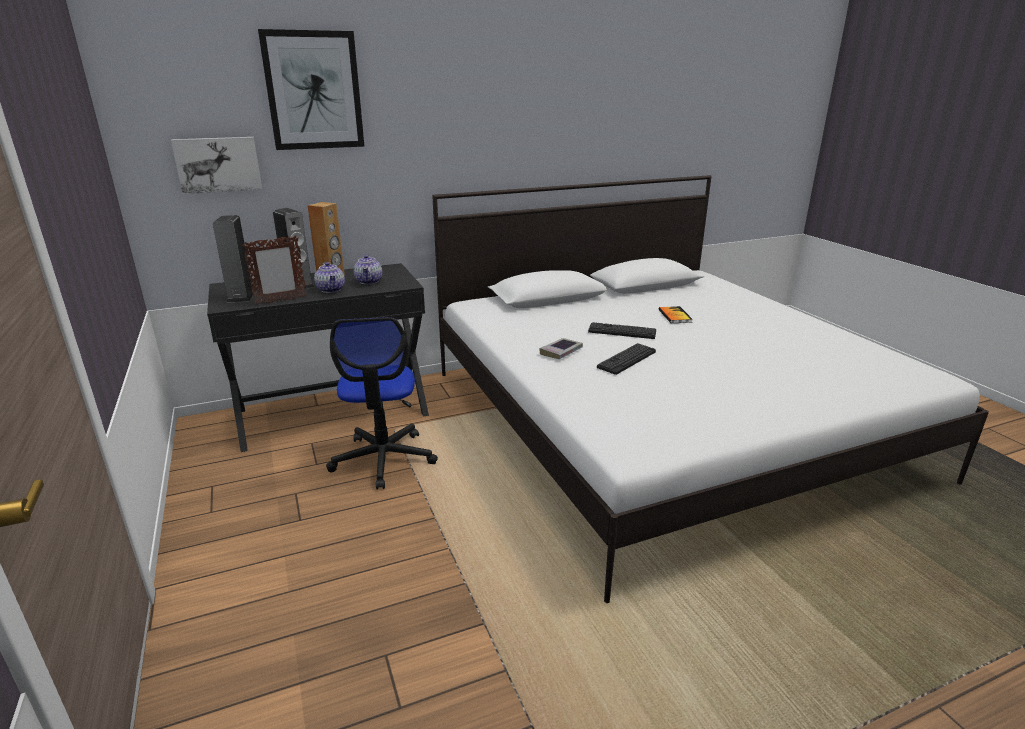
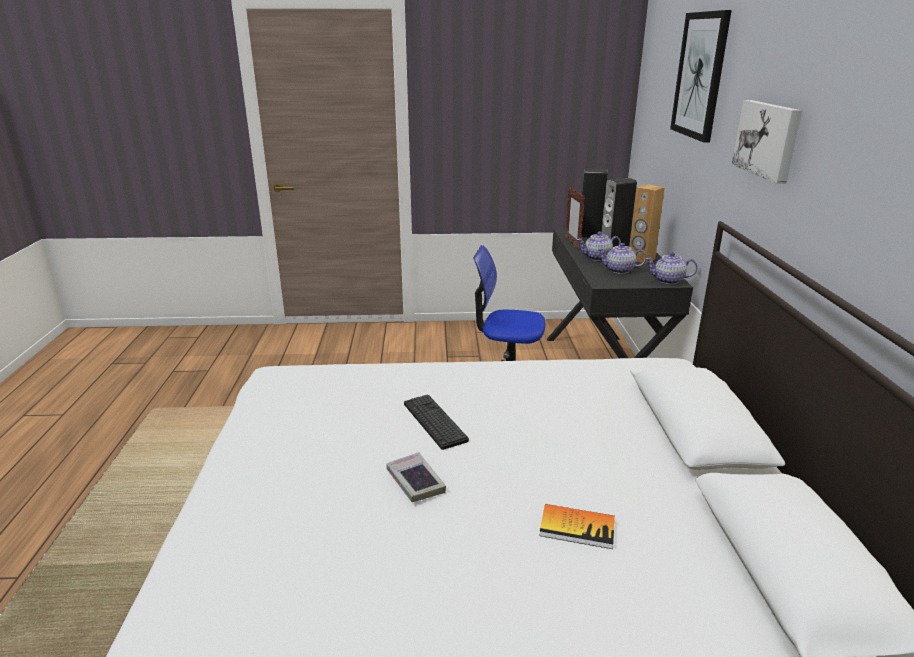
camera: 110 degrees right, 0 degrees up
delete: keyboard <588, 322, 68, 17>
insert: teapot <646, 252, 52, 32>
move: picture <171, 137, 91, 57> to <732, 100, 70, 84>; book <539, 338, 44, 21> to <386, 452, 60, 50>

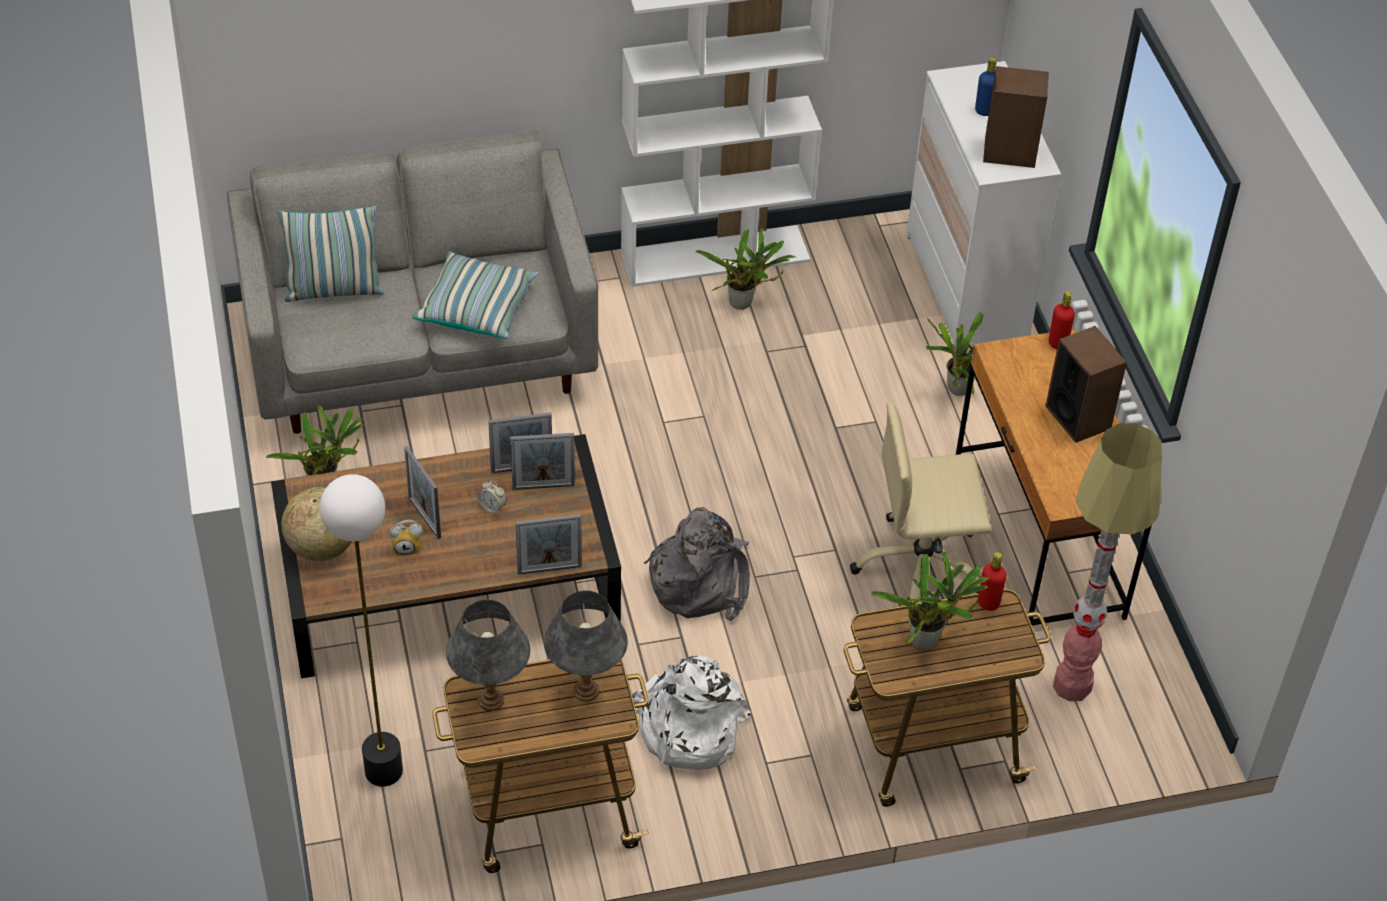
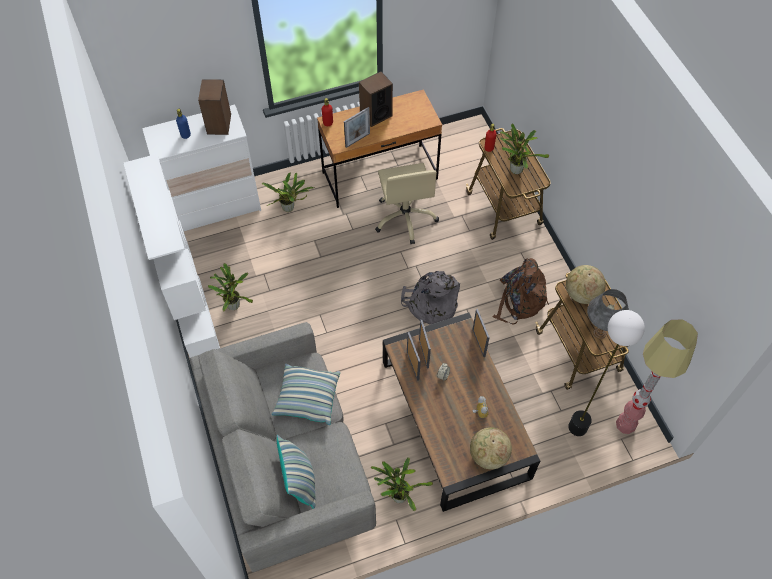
camera: 95 degrees left, 10 degrees up
move: picture frame <404, 446, 37, 93> to <344, 107, 26, 41>; floor lamp <1053, 423, 109, 278> to <616, 319, 82, 115>
replace: grey table lamp <544, 590, 84, 112> to globe <566, 265, 40, 39>
recolor: white backpack <632, 656, 119, 114> to brown backpack <493, 258, 56, 67>

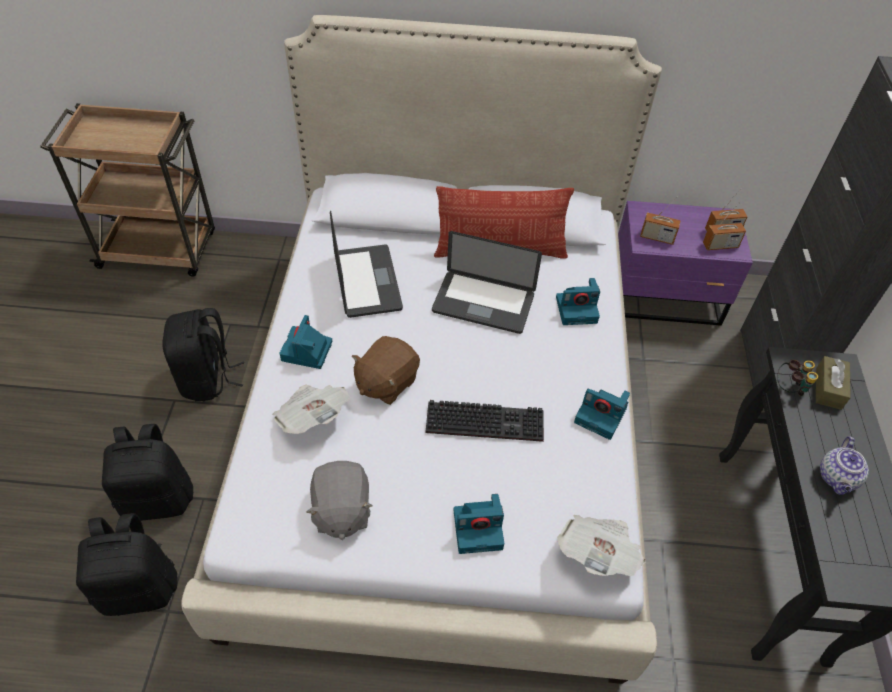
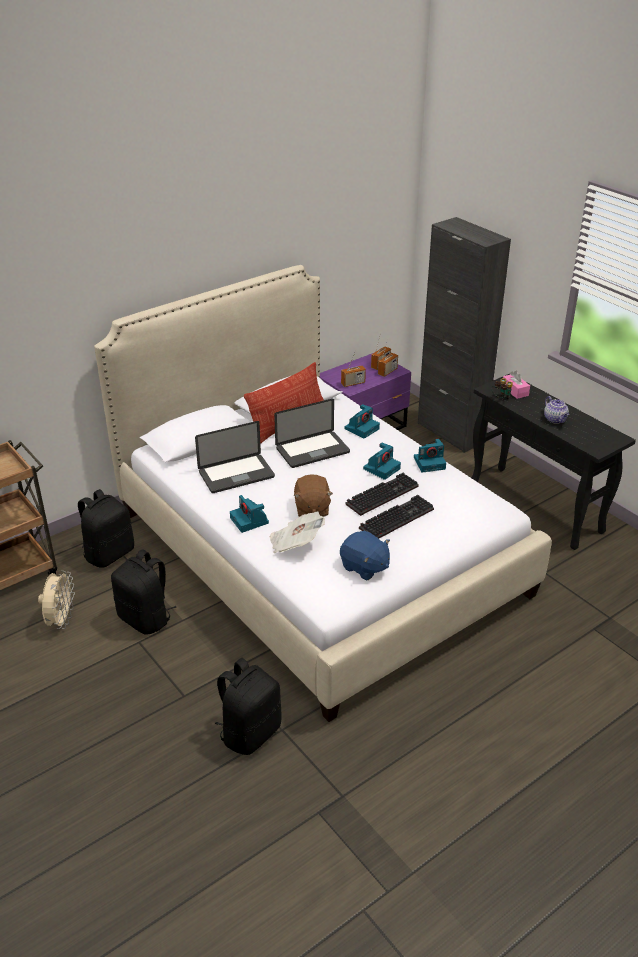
camera: 40 degrees left, 15 degrees down
delete: newspaper <557, 515, 88, 61>
insert: beige fan <38, 571, 37, 58>; keyboard <359, 495, 75, 44>
move: black backpack <102, 424, 91, 97> to <78, 489, 56, 79>; photo camera <454, 494, 50, 60> to <363, 443, 38, 37>
recolor: grey plush toy <306, 461, 67, 79> to blue plush toy <340, 530, 50, 51>; brown tissue box <816, 356, 35, 54> to pink tissue box <503, 371, 27, 28>
rotate: laptop <330, 211, 73, 107> = <195, 421, 80, 72> 120 degrees clockwise

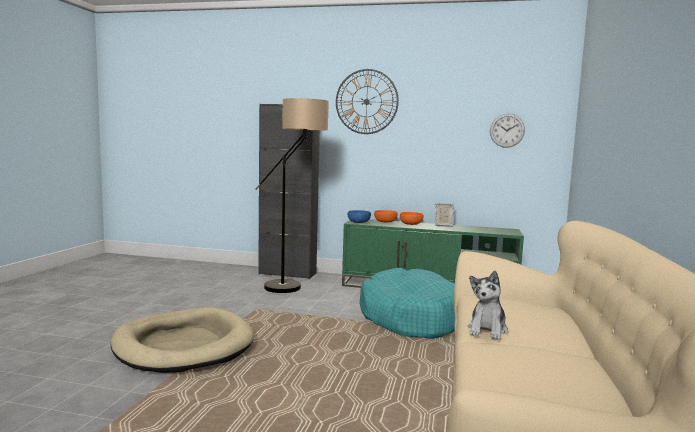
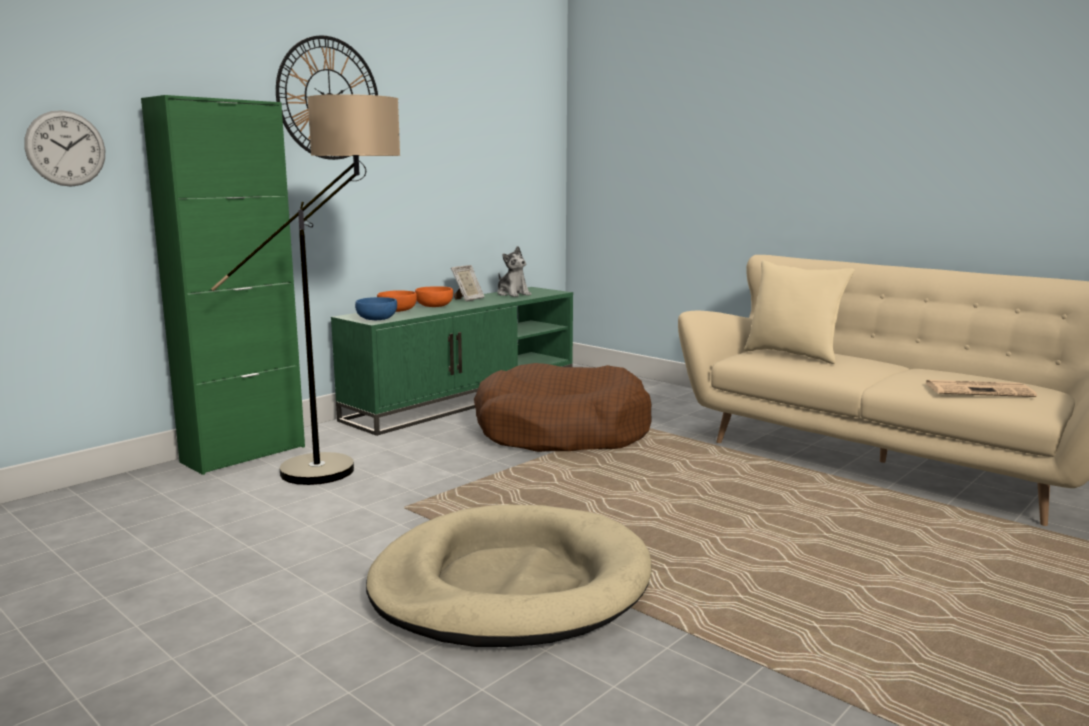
camera: 60 degrees left, 5 degrees up
insert: beige pillow <744, 260, 110, 104>; newspaper <926, 380, 111, 17>
move: plush toy <468, 271, 40, 69> to <497, 246, 34, 51>; wall clock <490, 114, 35, 34> to <24, 110, 81, 77>
recolor: black cabinet <258, 104, 62, 175> to green cabinet <141, 95, 164, 380>; turquoise dog bed <360, 268, 95, 71> to brown dog bed <474, 363, 178, 89>

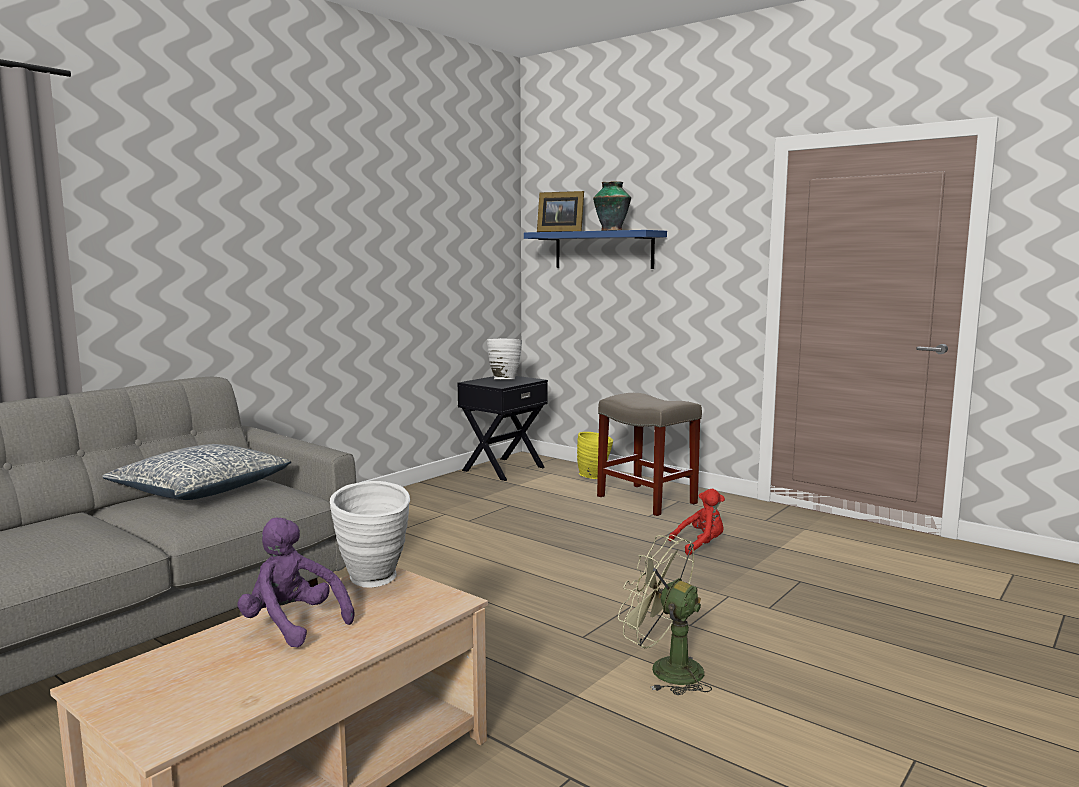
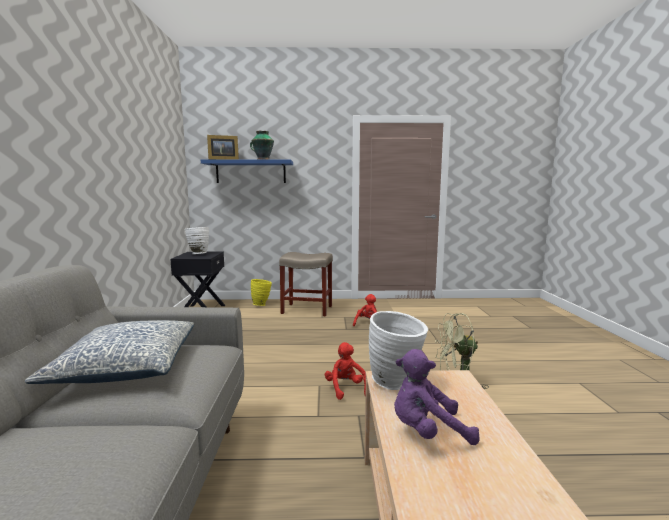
camera: 40 degrees left, 0 degrees up
insert: red plush toy <325, 342, 41, 58>

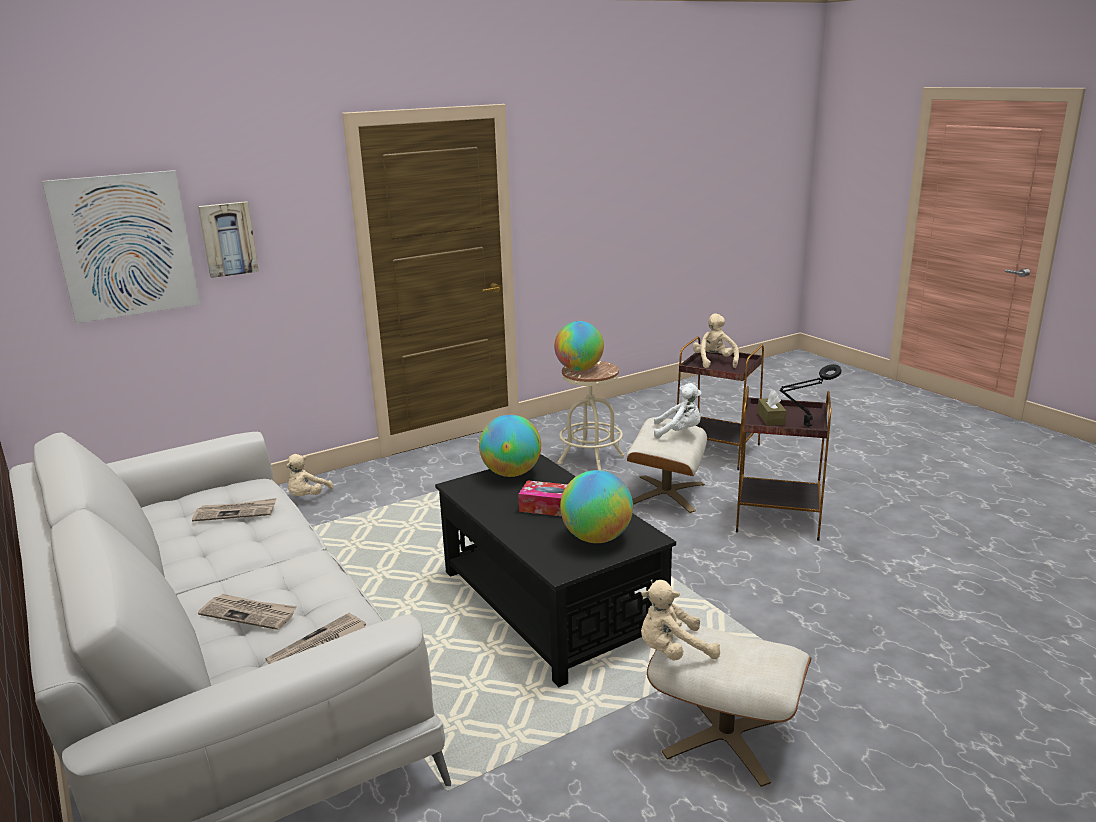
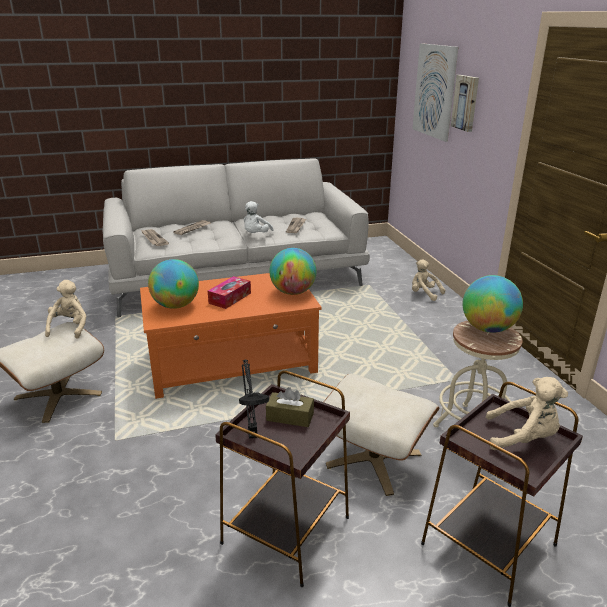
camera: 105 degrees right, 5 degrees up
move: white plush toy <654, 383, 47, 55> to <243, 201, 31, 32>
recolor: black coffee table <435, 454, 241, 233> to orange coffee table <140, 273, 182, 126>

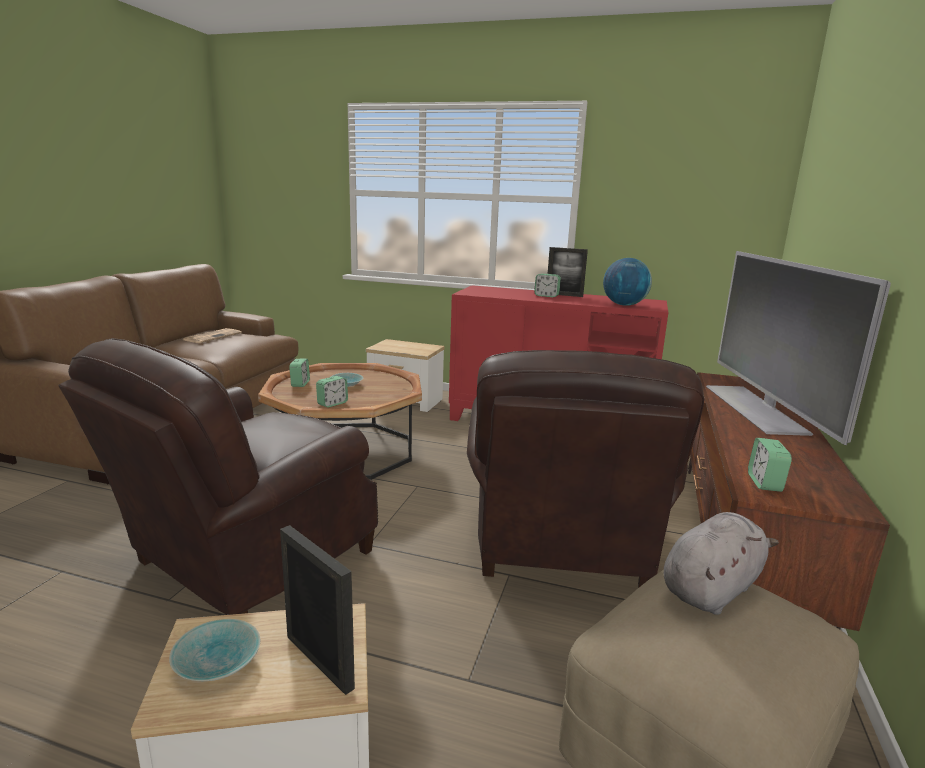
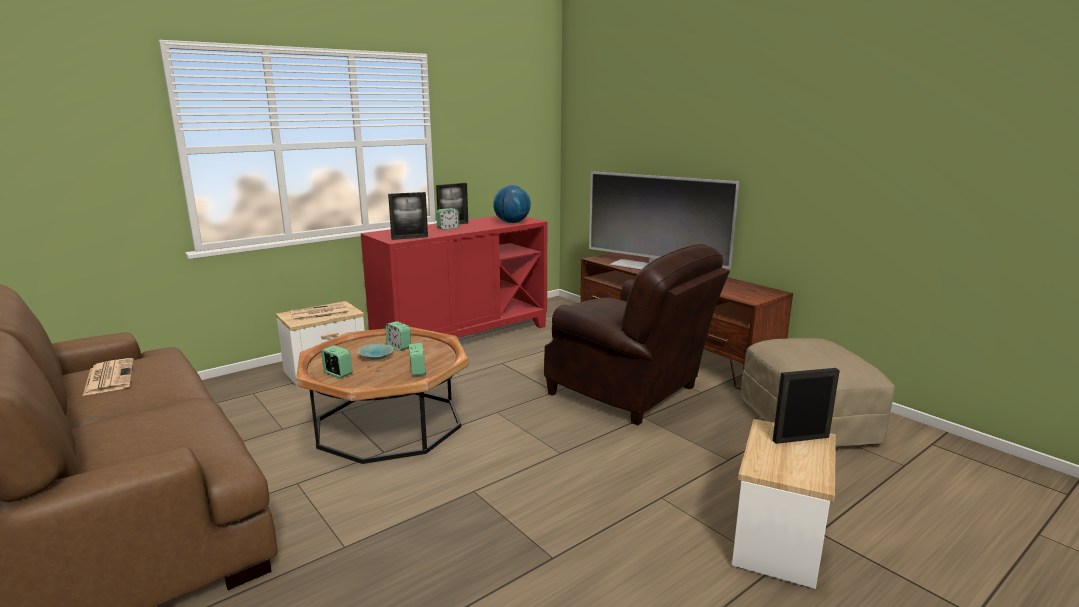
camera: 55 degrees left, 0 degrees up
delete: brown armchair <58, 338, 320, 277>; turquoise bowl <169, 619, 91, 62>; grey plush toy <664, 512, 115, 103>
insert: newspaper <290, 303, 60, 18>; picture frame <388, 192, 40, 48>
move: alarm clock <748, 438, 44, 54> to <386, 321, 25, 30>

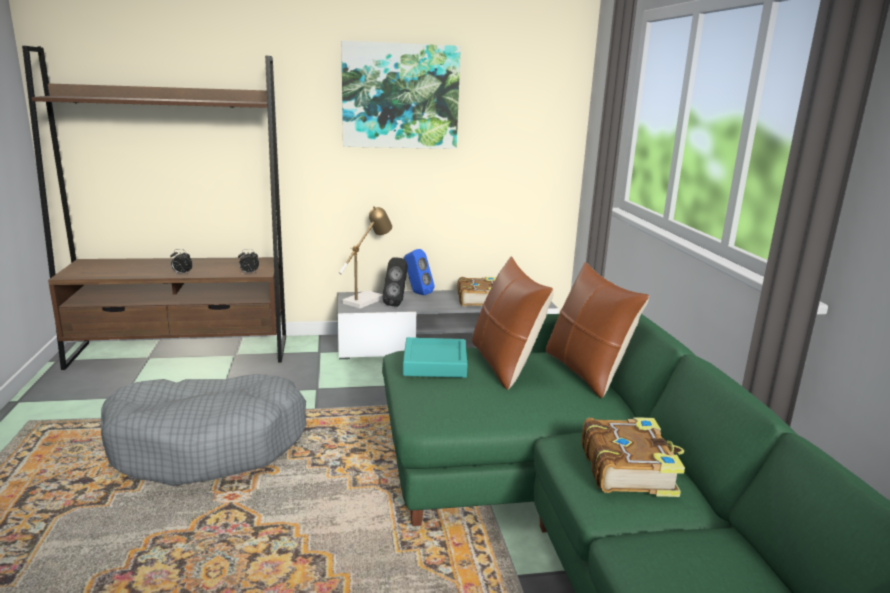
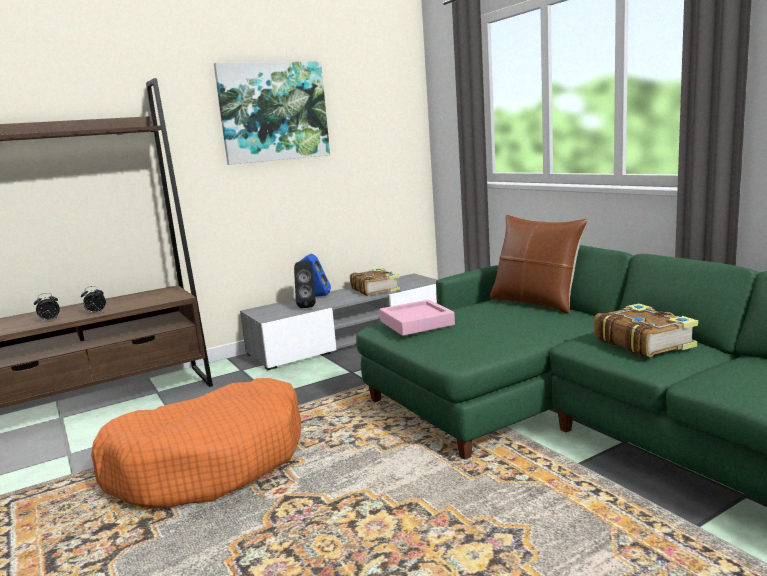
camera: 20 degrees left, 5 degrees down
delete: table lamp <339, 206, 53, 103>; brown pillow <472, 256, 82, 134>
move: alarm clock <238, 249, 21, 24> to <34, 293, 26, 29>
recolor: grey dog bed <101, 374, 206, 112> to orange dog bed <91, 378, 210, 131>; turquoise tray <403, 337, 65, 41> to pink tray <379, 300, 76, 36>

